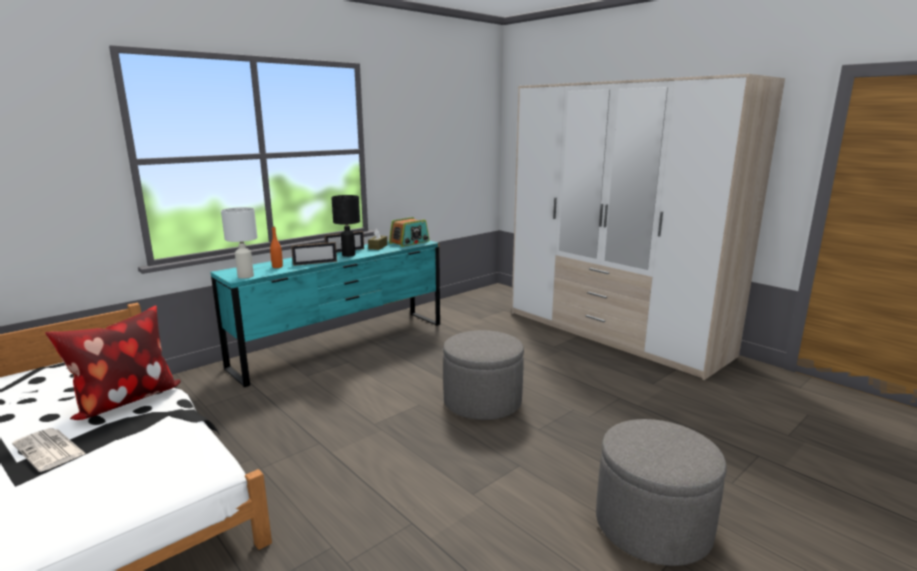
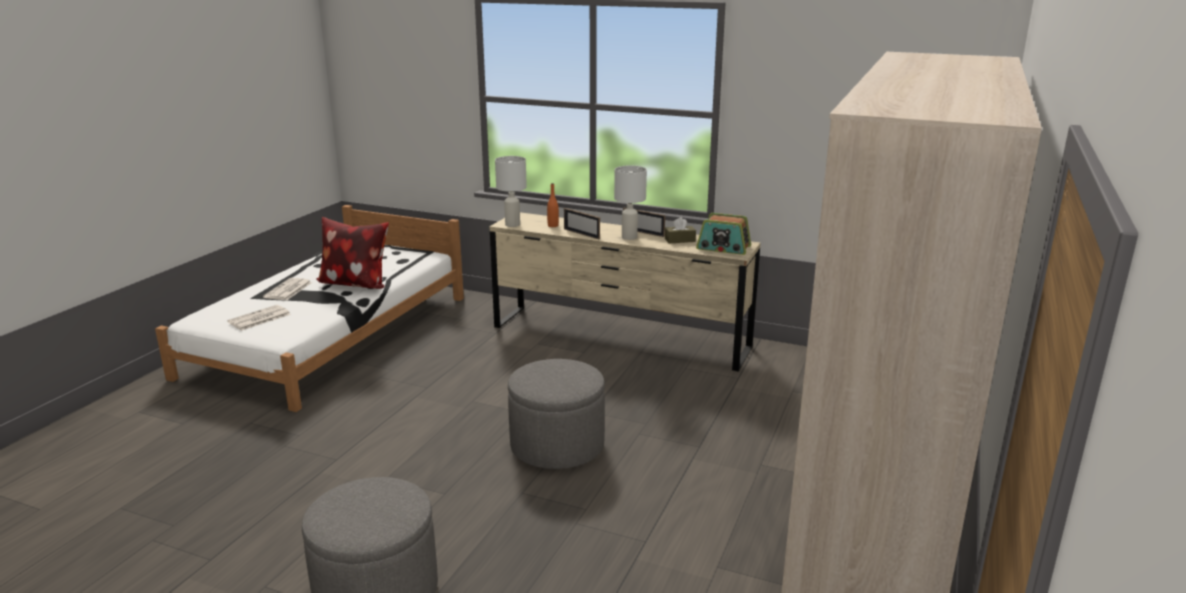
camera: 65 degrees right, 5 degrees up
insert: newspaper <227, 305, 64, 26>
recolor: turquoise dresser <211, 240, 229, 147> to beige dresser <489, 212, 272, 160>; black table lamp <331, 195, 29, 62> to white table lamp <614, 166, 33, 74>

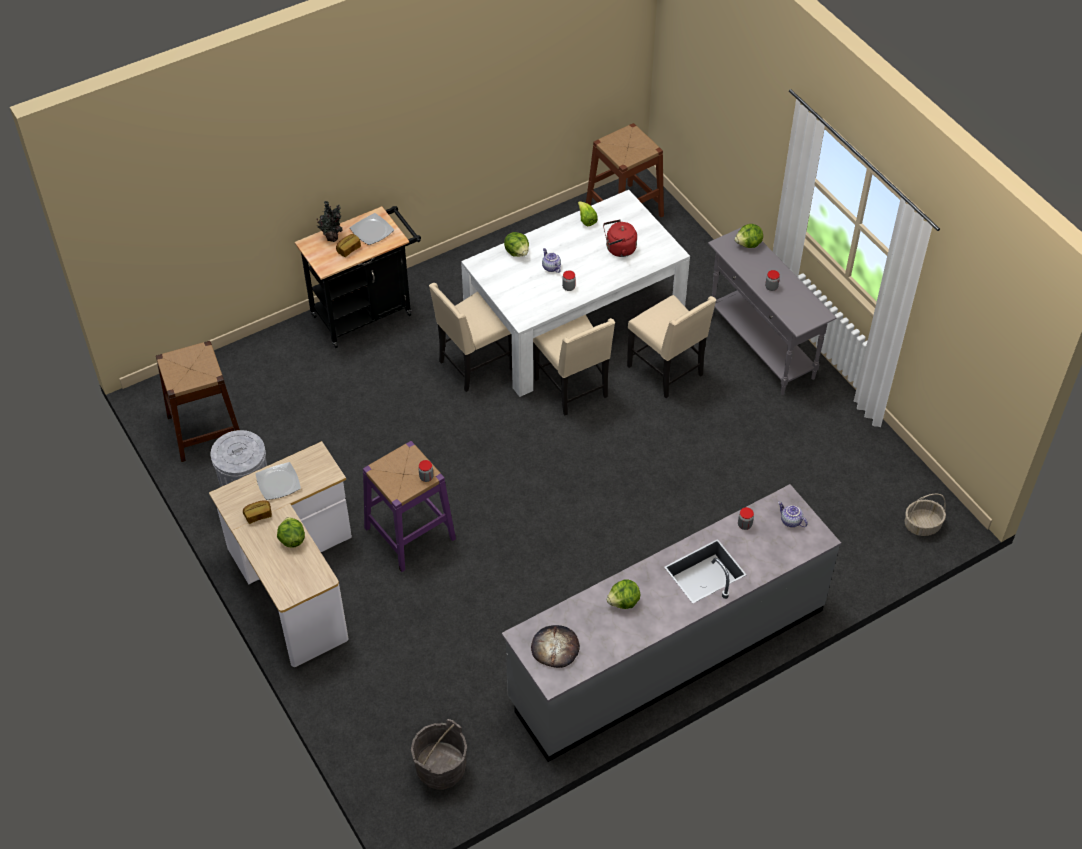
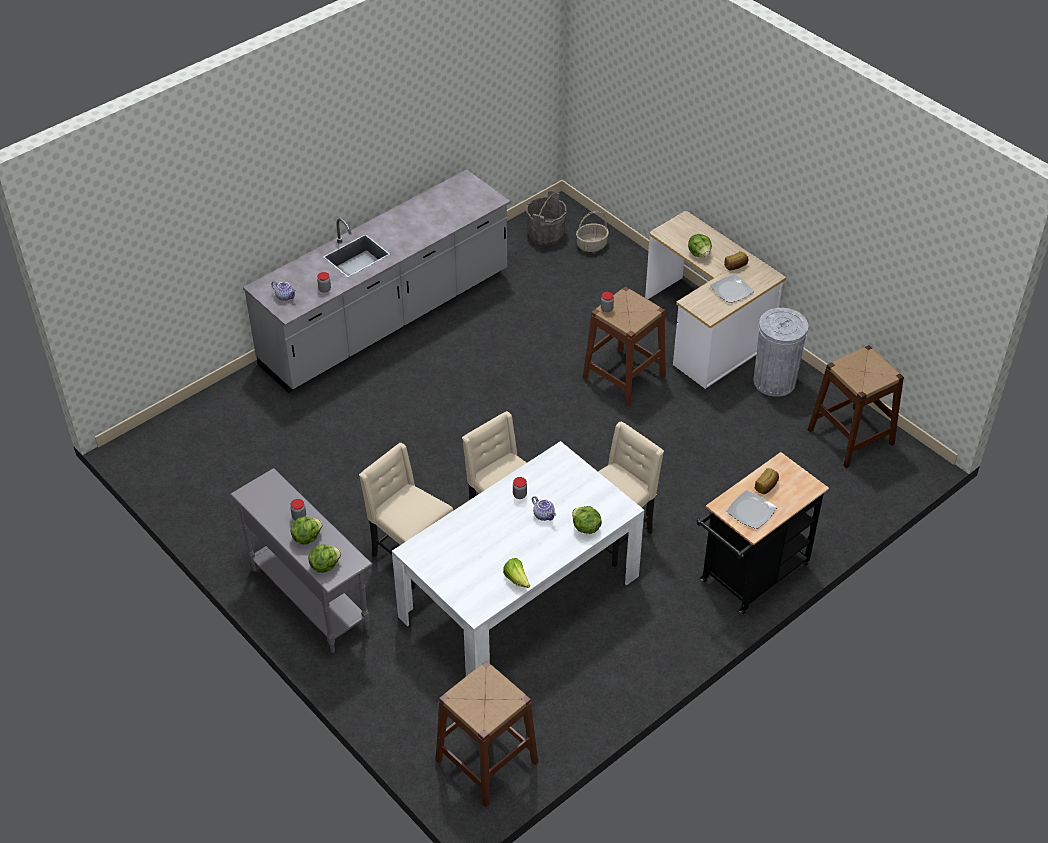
camera: 170 degrees right, 5 degrees down
delete: potted plant <317, 201, 25, 41>; bread <531, 625, 49, 43>; red kettle <603, 219, 34, 38>
move: lettuce <606, 579, 34, 30> to <290, 516, 33, 28>; basket <904, 494, 42, 42> to <576, 211, 33, 41>
recolor: purple stool <363, 441, 93, 131> to brown stool <582, 287, 84, 120>

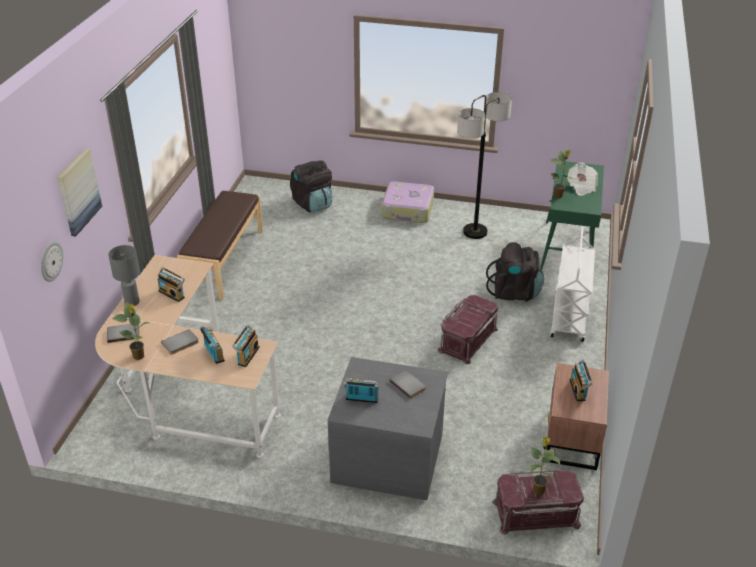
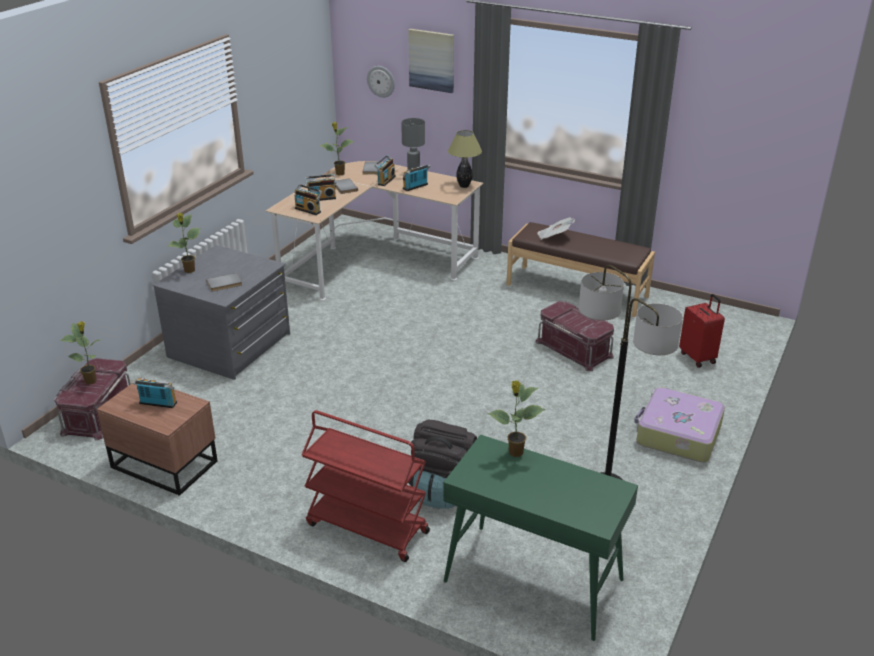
camera: 105 degrees right, 5 degrees down
insert: potted plant <167, 213, 34, 60>; table lamp <448, 130, 34, 58>
move: radio <343, 378, 37, 25> to <374, 155, 22, 31>; red storage box <438, 295, 60, 69> to <536, 301, 78, 70>; newspaper <567, 163, 31, 33> to <538, 217, 37, 23>
replace: black backpack <290, 160, 42, 52> to red suitcase <679, 294, 46, 74>
recolor: white cart <550, 226, 45, 116> to red cart <302, 410, 128, 152>

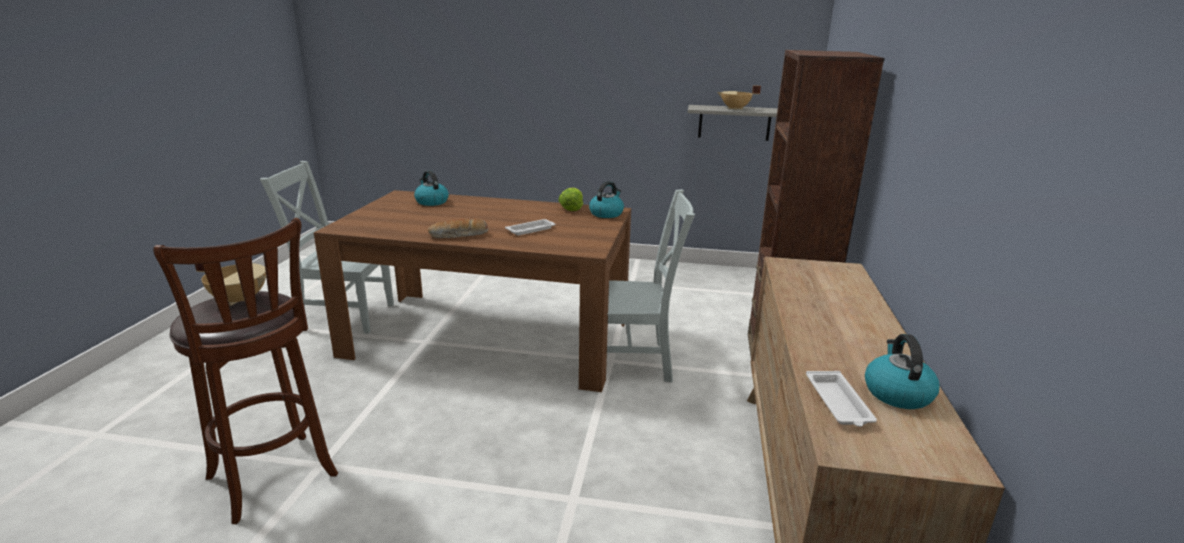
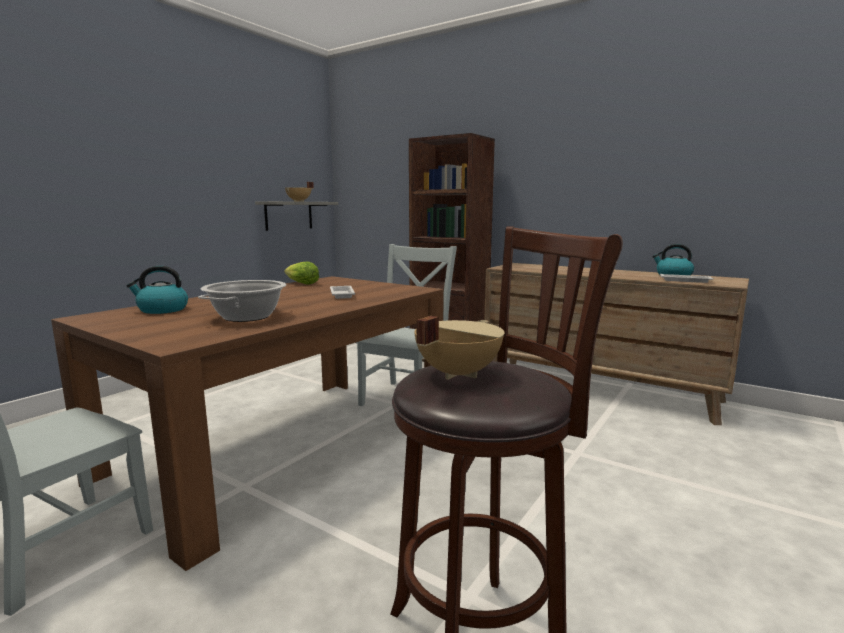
camera: 65 degrees left, 10 degrees down
delete: bread <428, 219, 60, 19>; kettle <589, 181, 35, 37>
insert: cooking pot <198, 280, 88, 42>

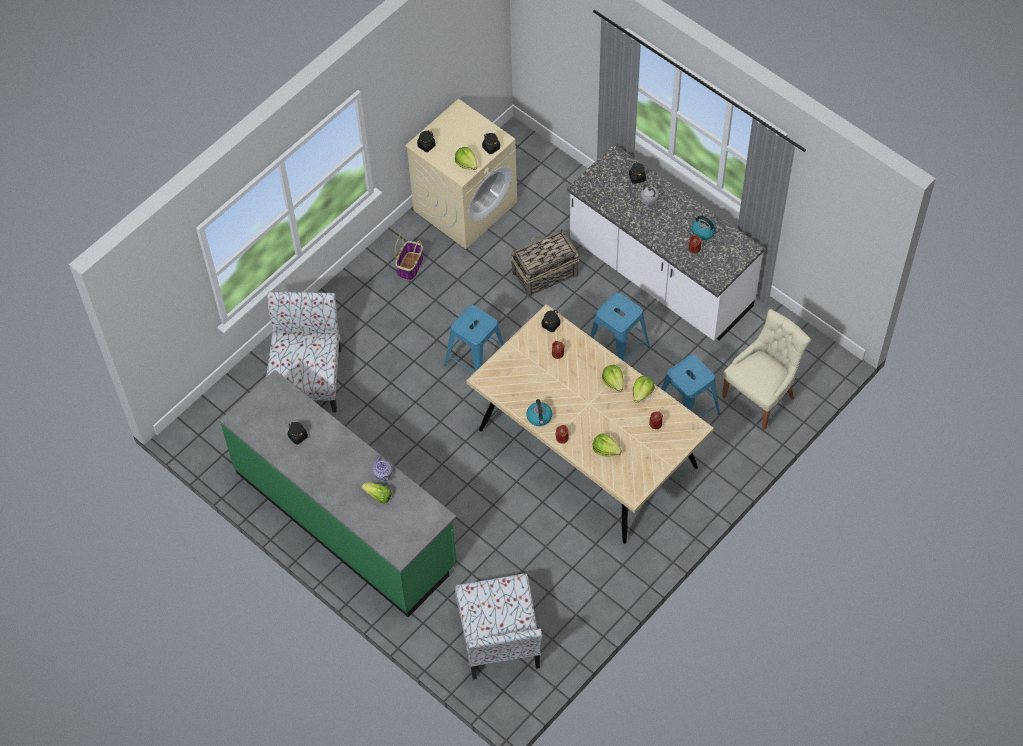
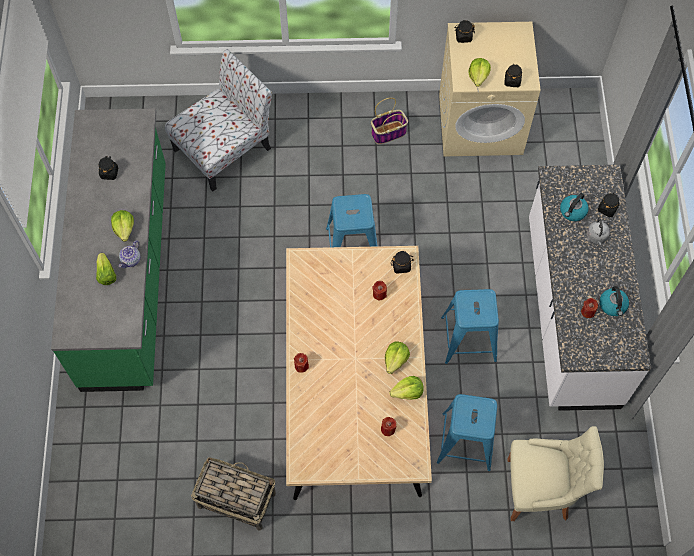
camera: 45 degrees right, 5 degrees up
delete: chair <455, 573, 87, 107>
move: basket <511, 229, 68, 69> to <191, 457, 85, 74>; kettle <527, 399, 25, 27> to <560, 193, 29, 28>; lettuce <593, 433, 29, 24> to <111, 210, 23, 32>

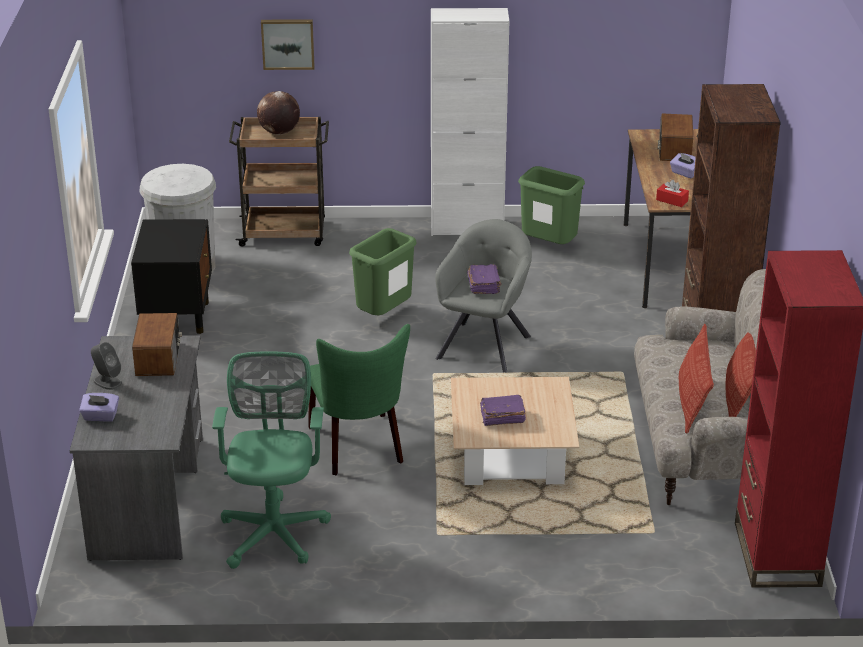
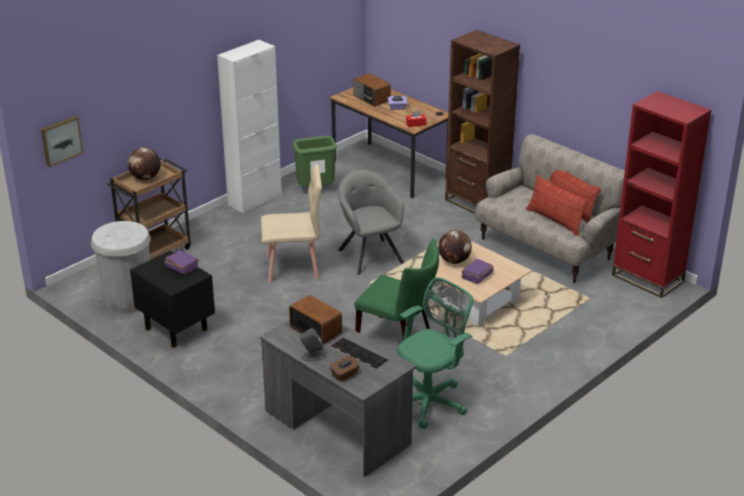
camera: 45 degrees left, 0 degrees up
insert: keyboard <331, 338, 57, 31>; globe <438, 230, 34, 34>
move: picture <261, 19, 54, 51> to <41, 116, 42, 51>; purple book <467, 264, 34, 30> to <164, 250, 35, 25>
replace: green trash can <349, 228, 68, 87> to beige chair <261, 164, 61, 118>
recolor: purple tissue box <79, 393, 40, 29> to brown tissue box <330, 355, 29, 26>
rotate: green office chair <212, 351, 119, 218> = <397, 277, 76, 152> 90 degrees clockwise

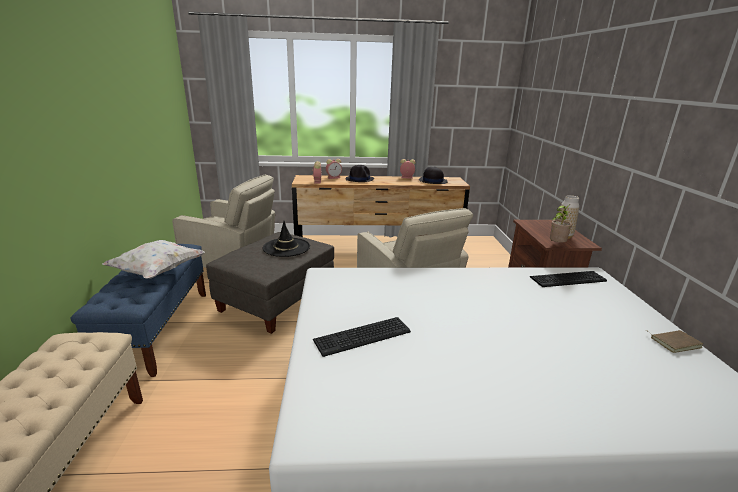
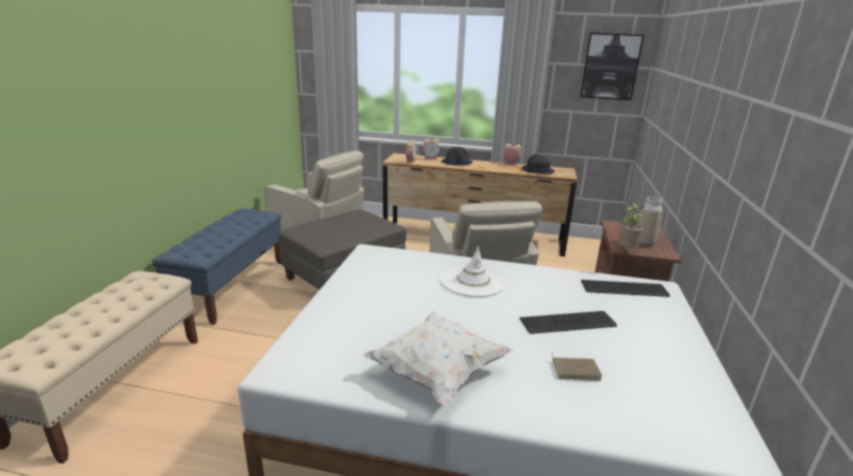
camera: 15 degrees right, 0 degrees up
delete: black hat <263, 221, 47, 36>
insert: white hat <441, 246, 65, 51>; picture <580, 33, 64, 67>
move: white pillow <102, 240, 103, 39> to <363, 311, 150, 94>; keyboard <313, 317, 98, 40> to <520, 311, 97, 23>; brown book <645, 330, 58, 23> to <552, 353, 50, 28>

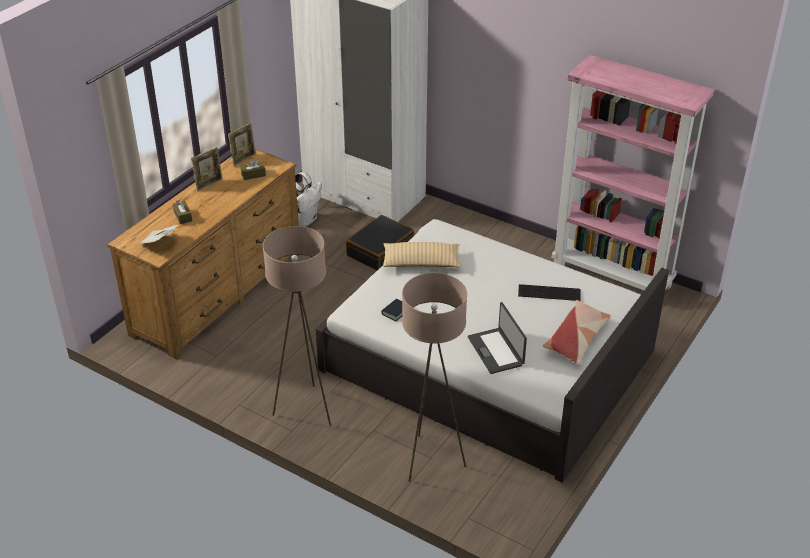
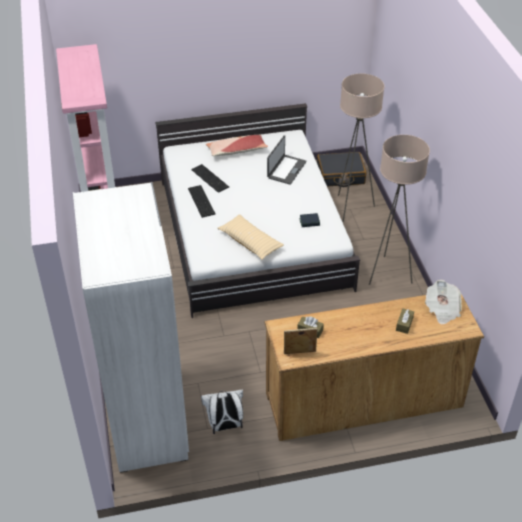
camera: 135 degrees left, 5 degrees up
delete: picture frame <191, 147, 32, 44>
insert: keyboard <188, 185, 28, 33>
move: black suitcase <346, 215, 68, 55> to <317, 152, 49, 35>

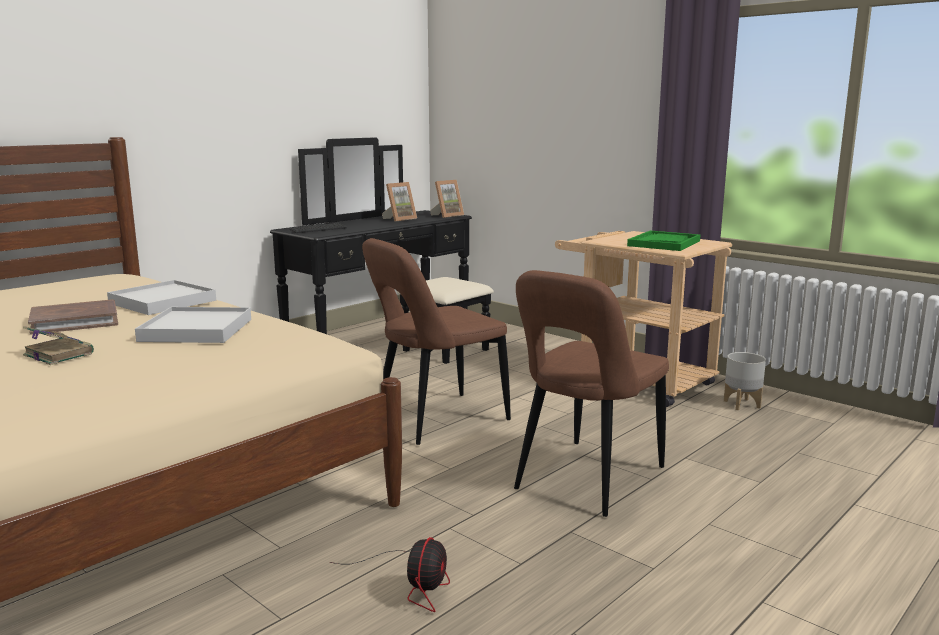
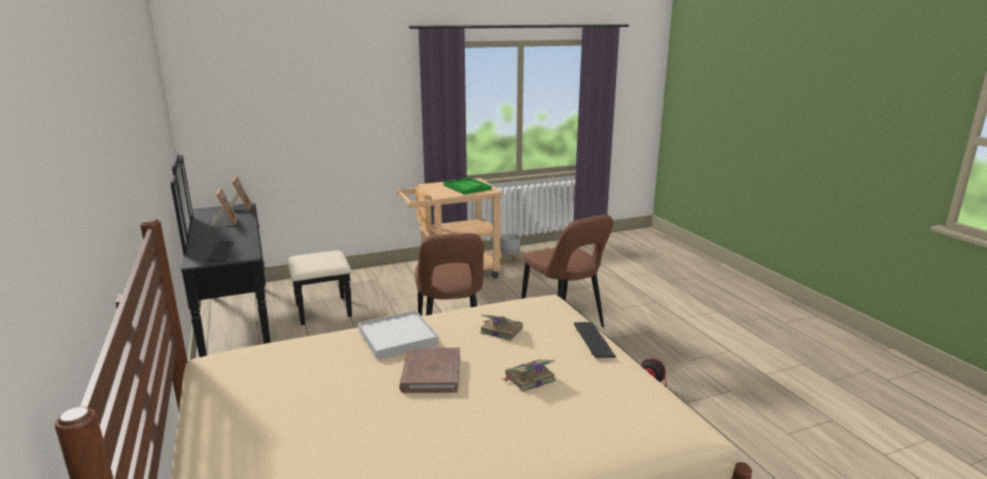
camera: 65 degrees left, 5 degrees up
insert: keyboard <574, 322, 42, 36>
replace: white tray <135, 307, 116, 36> to book <480, 315, 43, 26>

